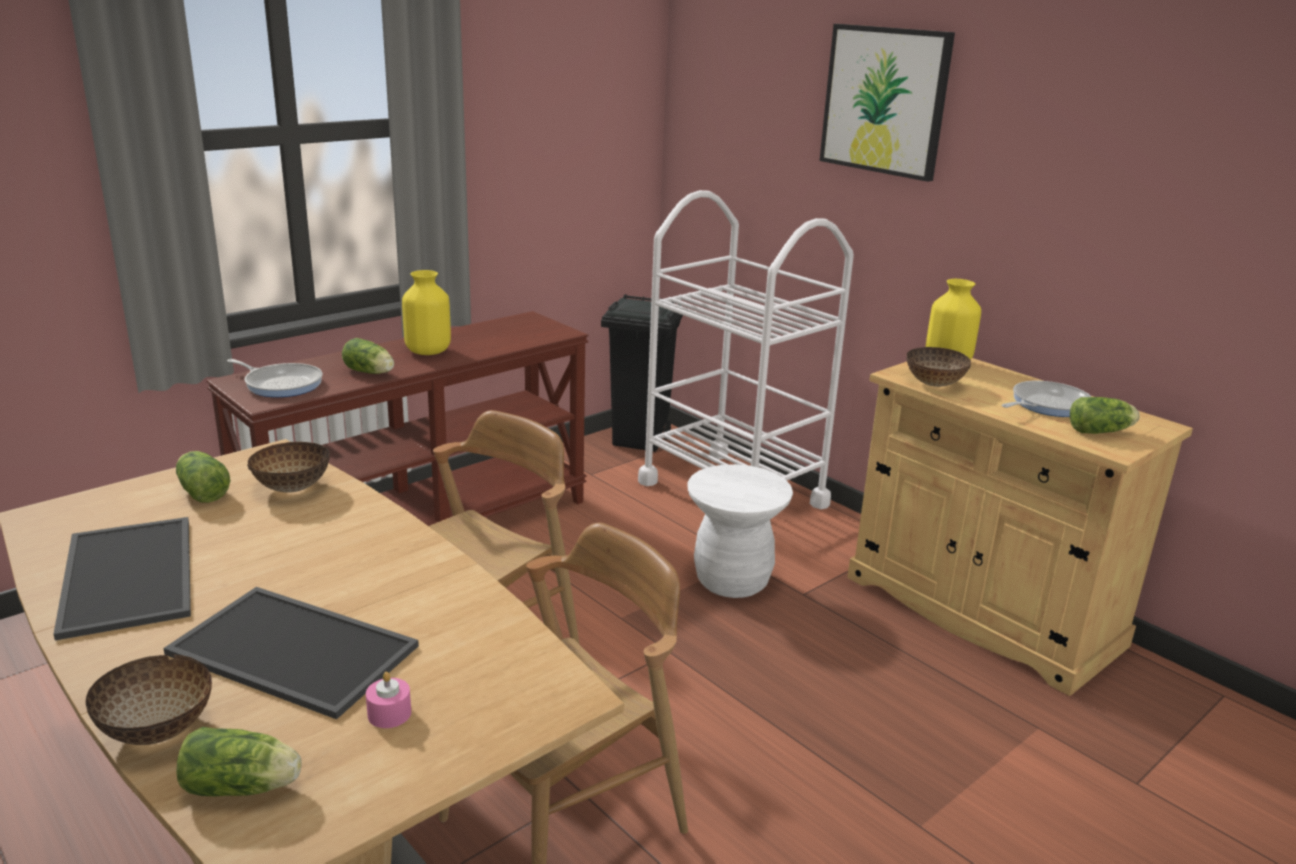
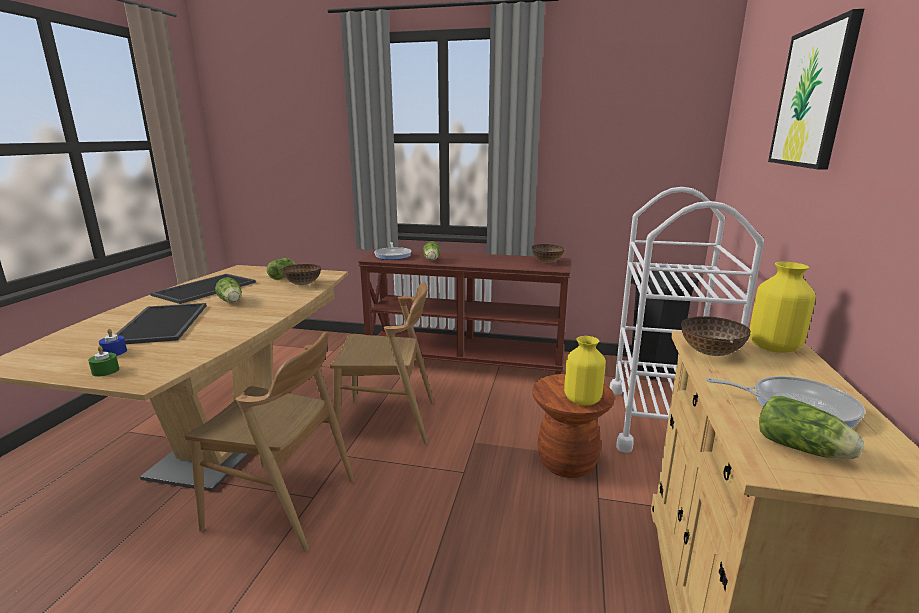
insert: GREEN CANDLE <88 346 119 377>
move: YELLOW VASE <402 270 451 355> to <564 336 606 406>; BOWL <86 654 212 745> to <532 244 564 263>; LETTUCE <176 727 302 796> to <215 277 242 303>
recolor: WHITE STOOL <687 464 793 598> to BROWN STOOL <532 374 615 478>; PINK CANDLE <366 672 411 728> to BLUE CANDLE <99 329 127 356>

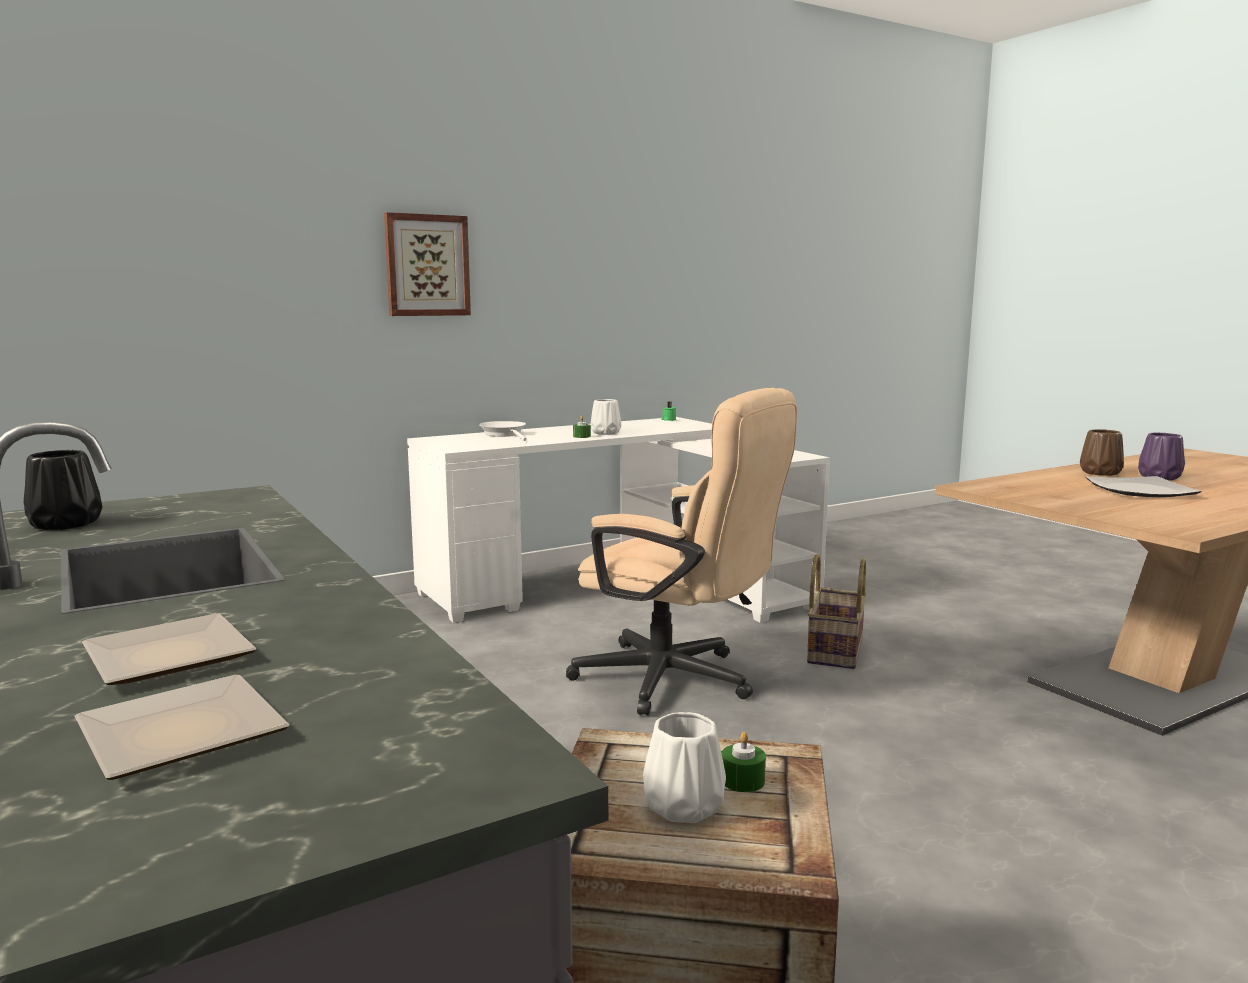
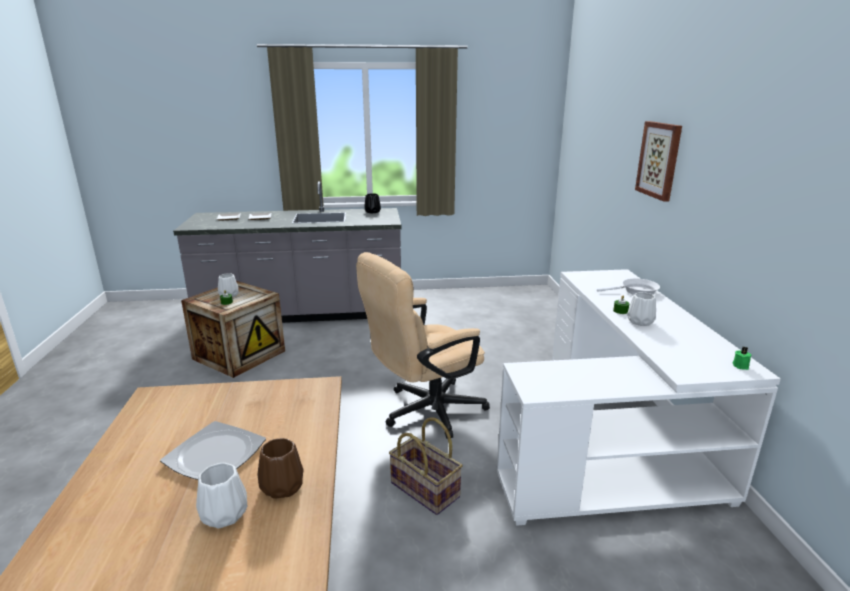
recolor: PURPLE VASE <1138 433 1185 480> to WHITE VASE <196 463 247 529>

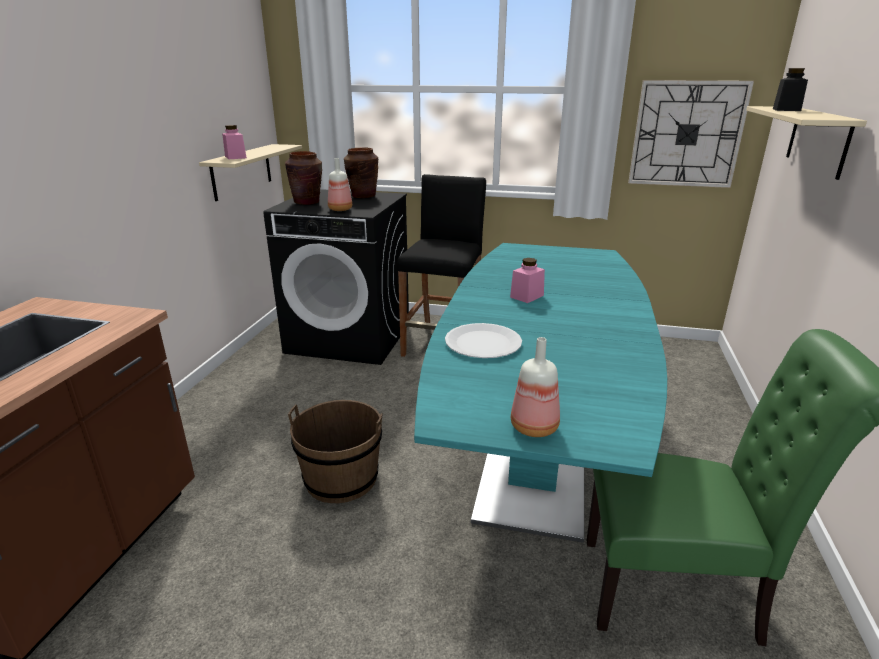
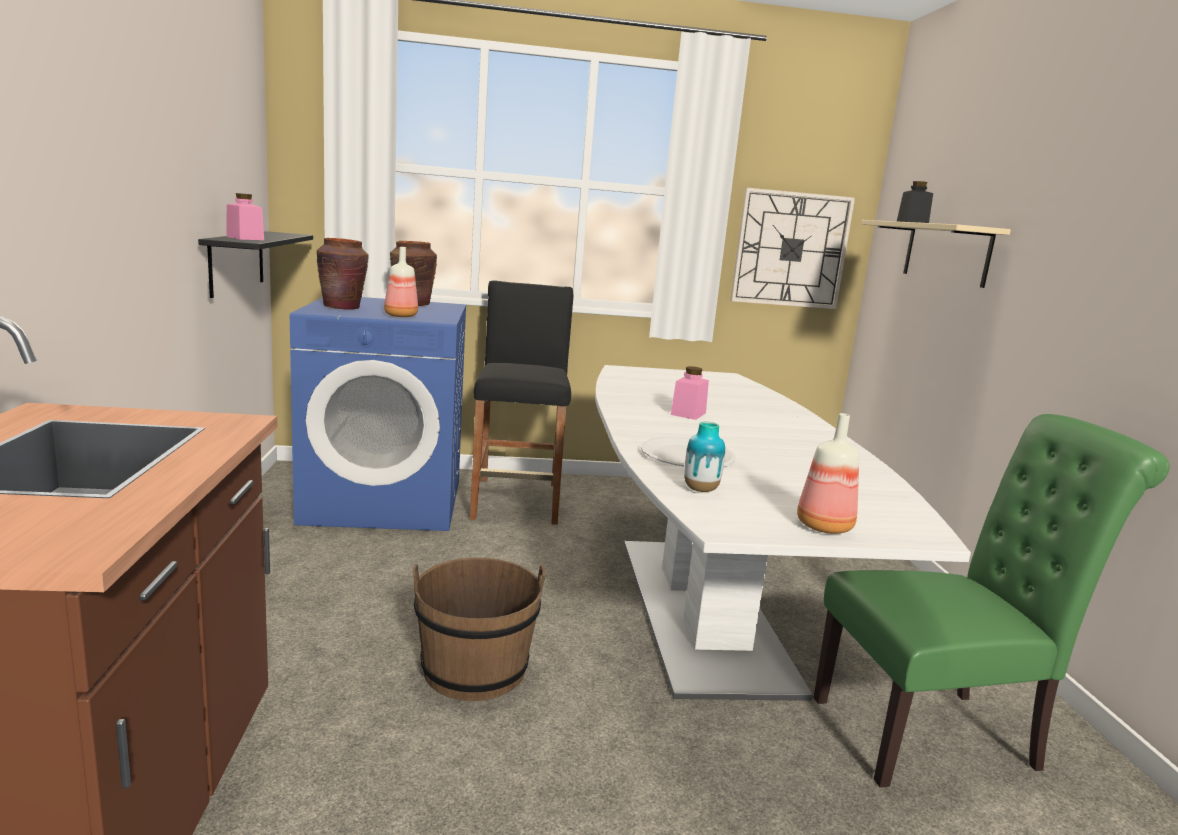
insert: VASE <684 422 725 492>
recolor: BEIGE SHELF <199 144 302 201> to BLACK SHELF <198 231 313 298>; BLACK WASHING MACHINE <263 189 409 365> to BLUE WASHING MACHINE <290 297 466 531>; TURQUOISE DINING TABLE <414 243 667 543> to WHITE DINING TABLE <595 365 971 701>

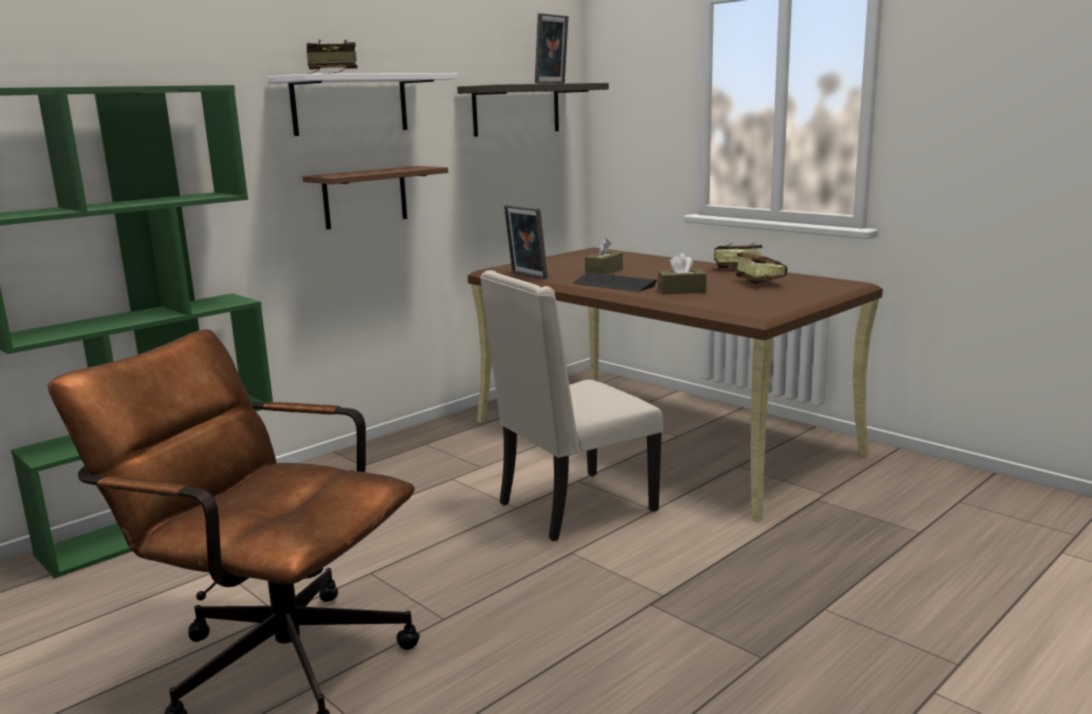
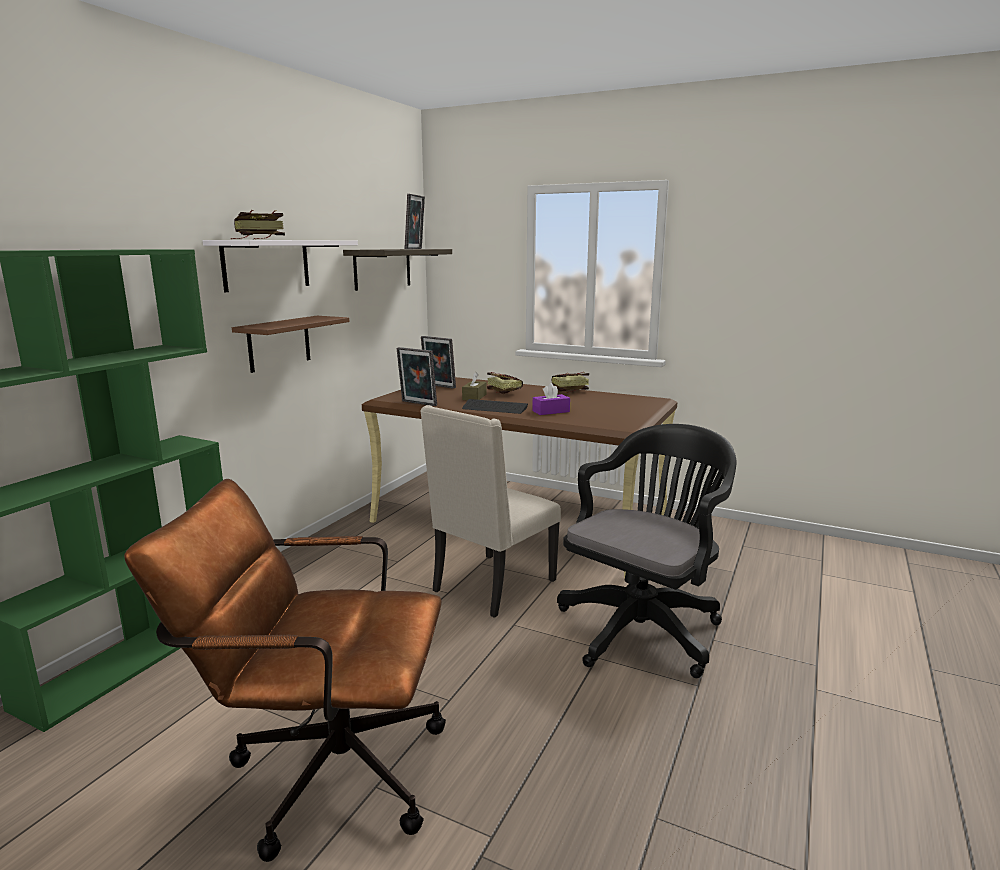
insert: PICTURE FRAME <421 336 456 389>; BLACK OFFICE CHAIR <557 424 736 678>
move: BOOK <736 252 787 284> to <487 372 523 394>
recolor: BROWN TISSUE BOX <658 253 707 294> to PURPLE TISSUE BOX <532 383 570 415>

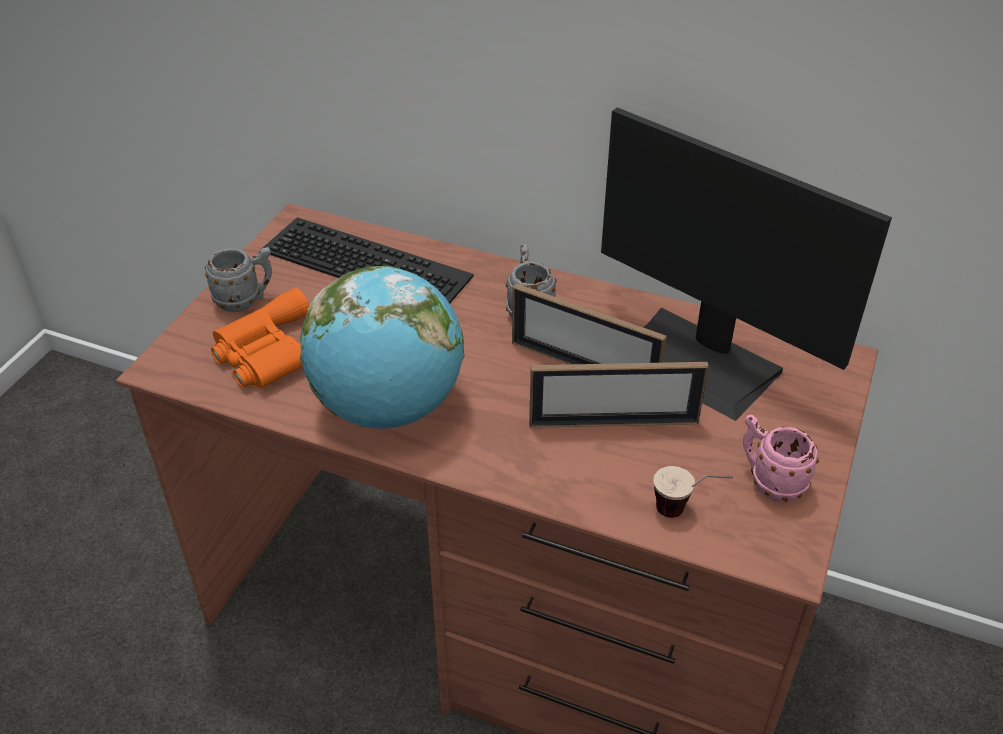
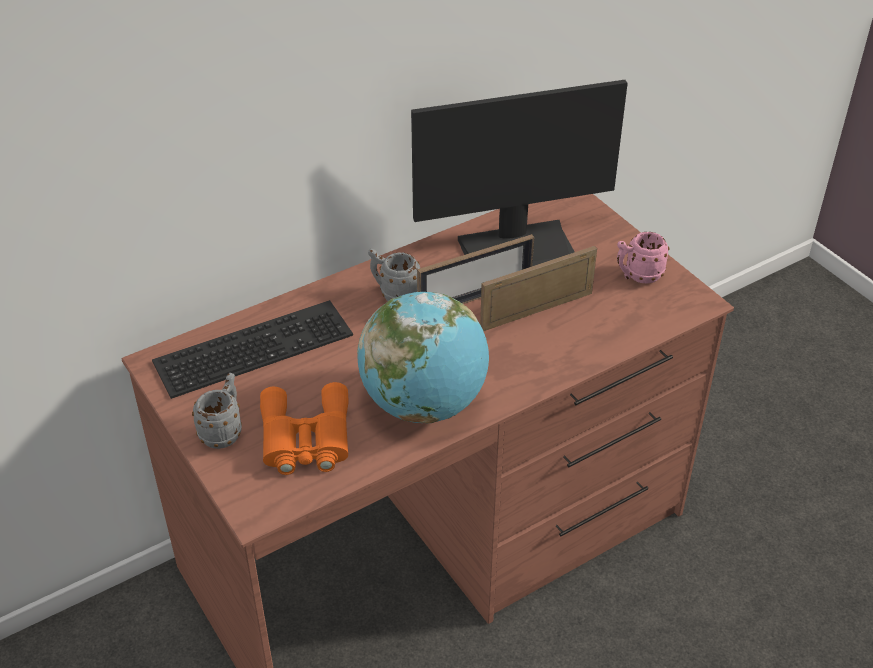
delete: CUP <653 466 733 518>
rotate: PICTURE FRAME <529 362 709 428> = <480 246 597 331> 150 degrees counterclockwise

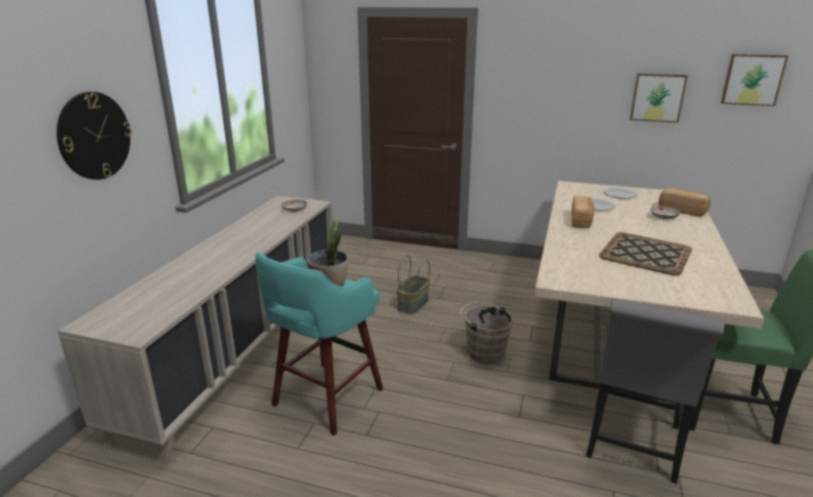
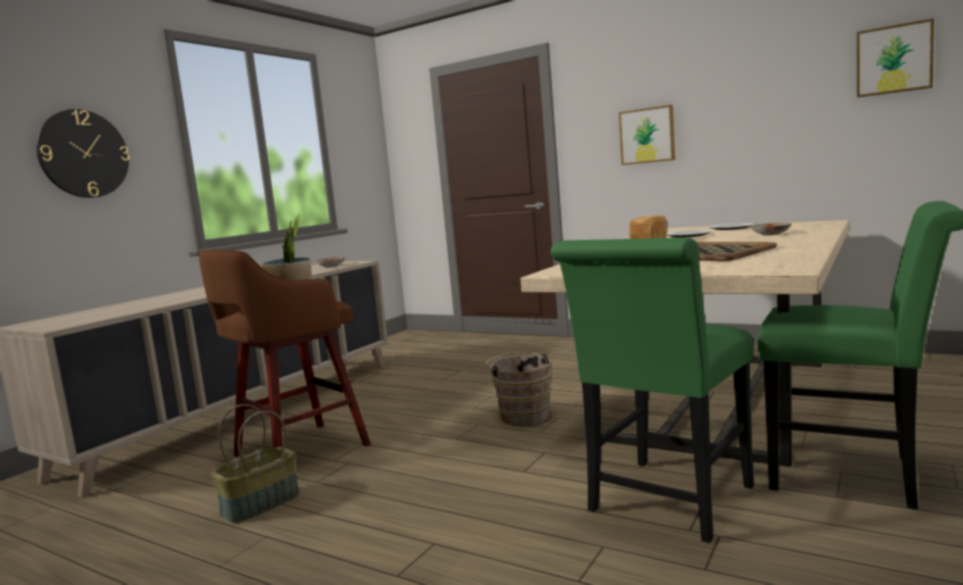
delete: BREAD <658 188 711 217>
move: PICTURE <630 73 688 123> to <619 105 675 165>; BASKET <397 255 430 315> to <211 404 300 523>
recolor: TURQUOISE STOOL <255 253 383 436> to BROWN STOOL <199 250 371 457>; GREY CHAIR <586 298 724 484> to GREEN CHAIR <551 238 754 543>

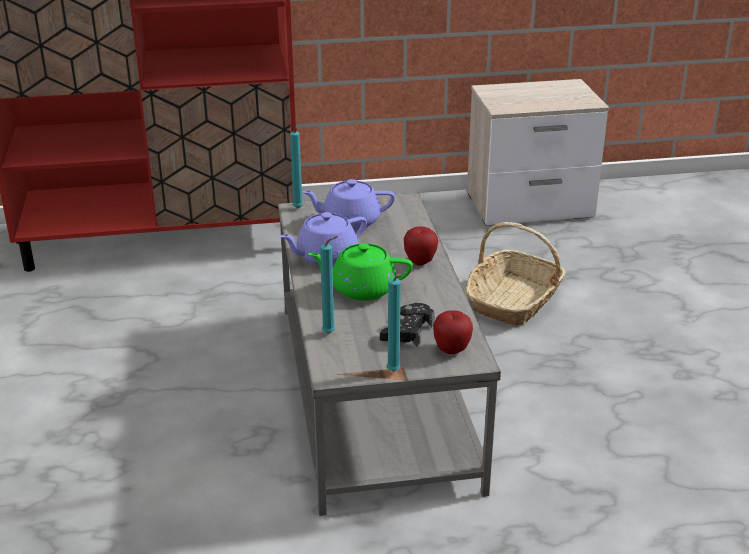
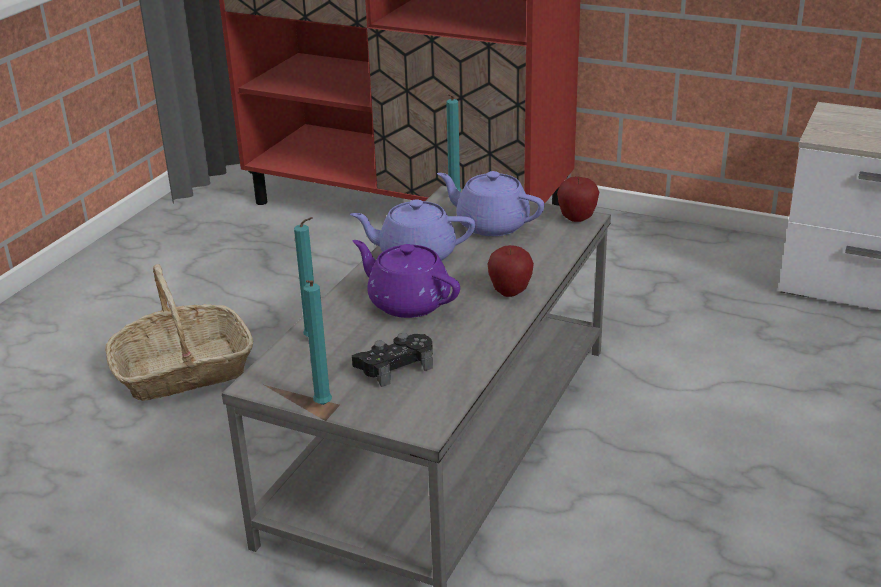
move: BASKET <466 222 566 325> to <105 264 253 401>; APPLE <433 310 473 354> to <557 177 599 222>
recolor: GREEN TEAPOT <308 243 413 301> to PURPLE TEAPOT <353 240 460 318>

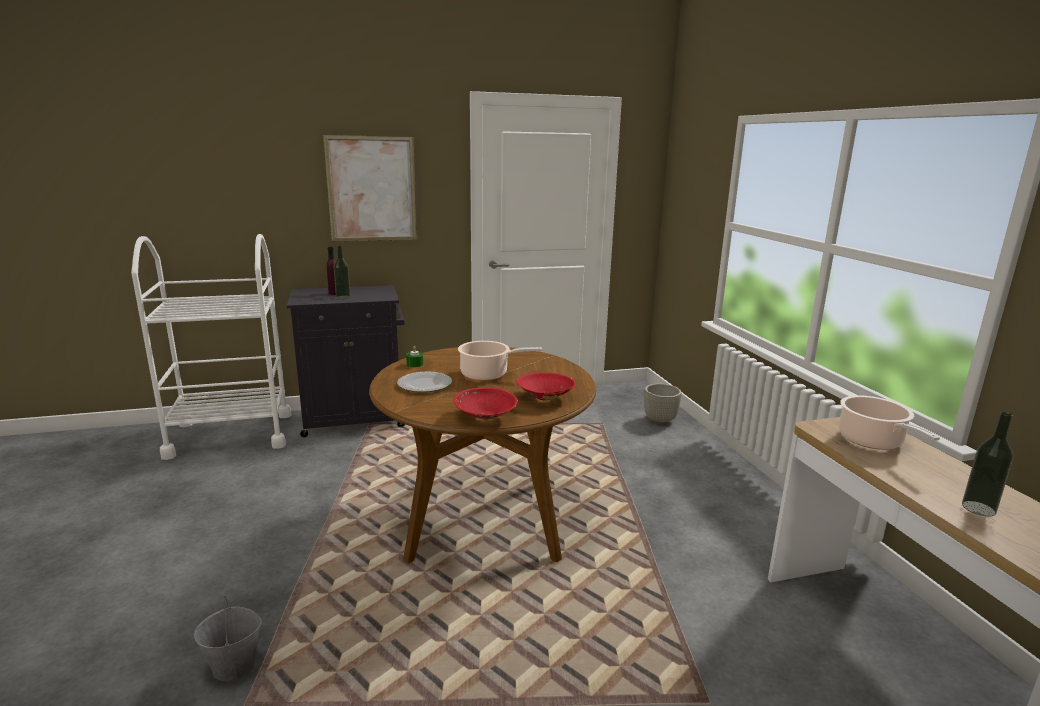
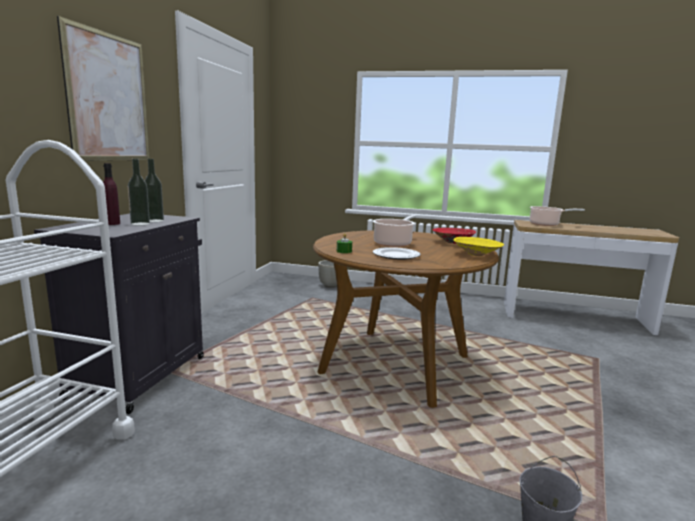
move: BOTTLE <962 412 1013 517> to <144 159 164 222>
recolor: RED BOWL <454 387 518 420> to YELLOW BOWL <453 237 504 256>

